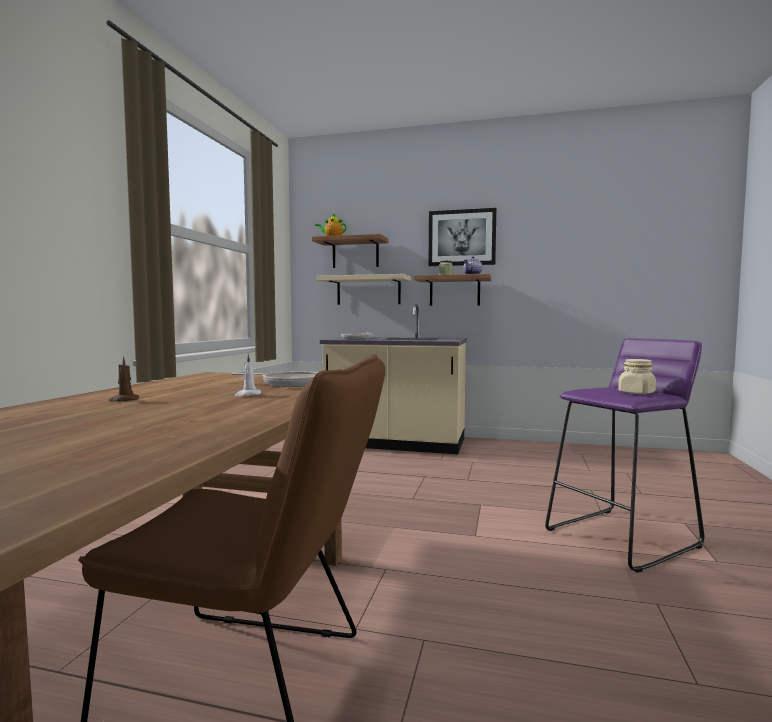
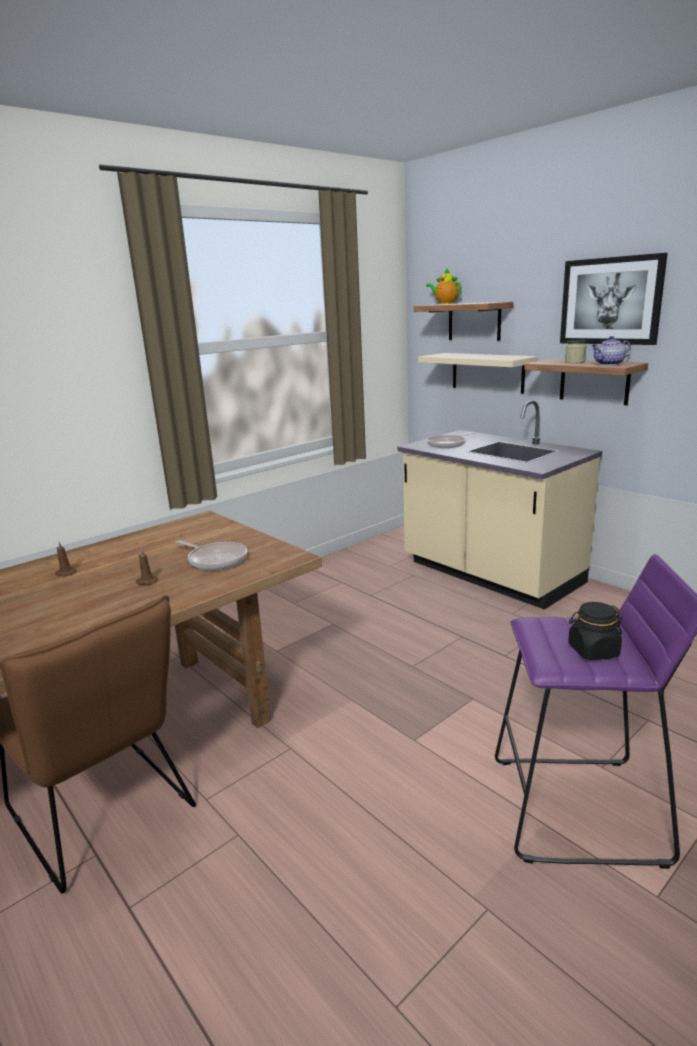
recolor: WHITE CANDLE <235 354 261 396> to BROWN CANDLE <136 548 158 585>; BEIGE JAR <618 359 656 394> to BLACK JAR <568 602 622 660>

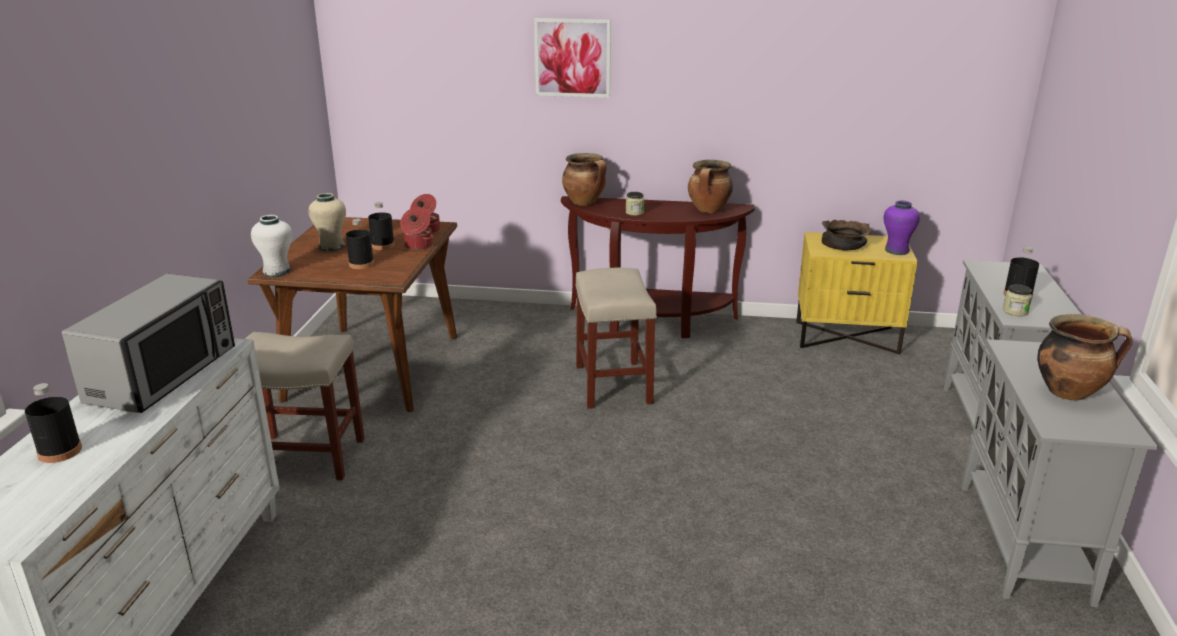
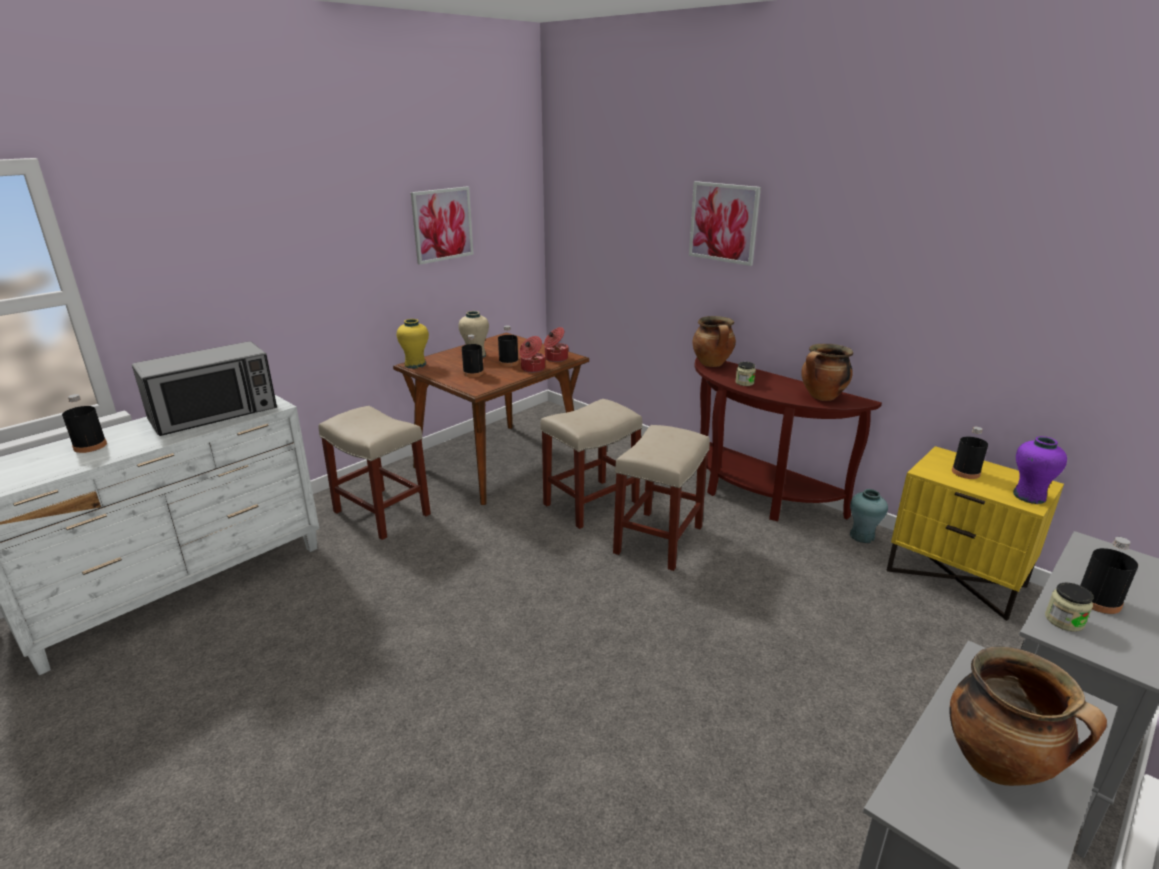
insert: PICTURE <411 187 474 265>; BEIGE STOOL <540 399 642 529>; TURQUOISE VASE <850 489 888 543>
replace: BROWN BOWL <822 220 871 251> to BLACK BOTTLE <952 427 988 479>
recolor: WHITE VASE <251 215 292 277> to YELLOW VASE <397 319 429 369>

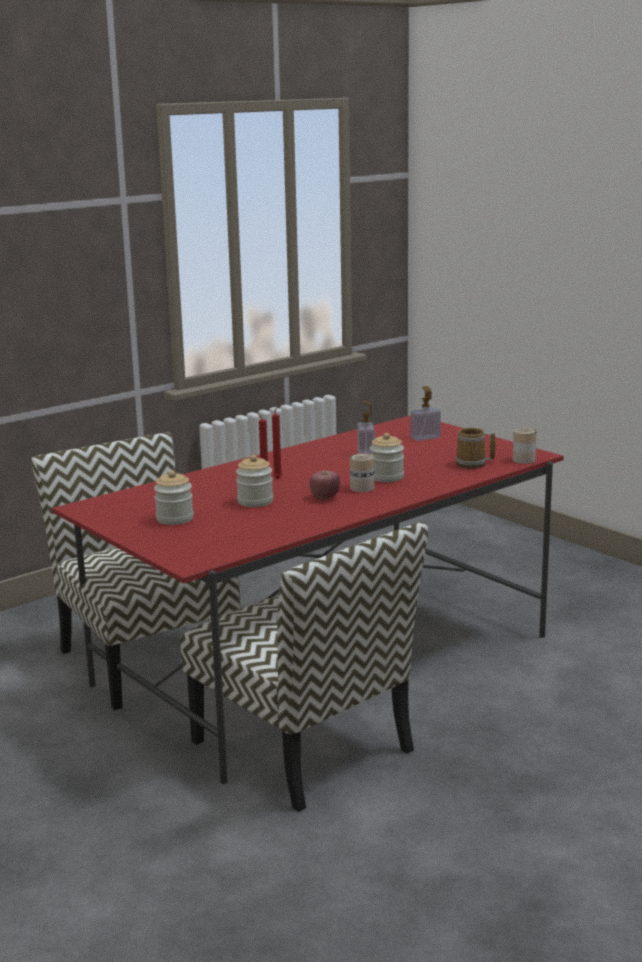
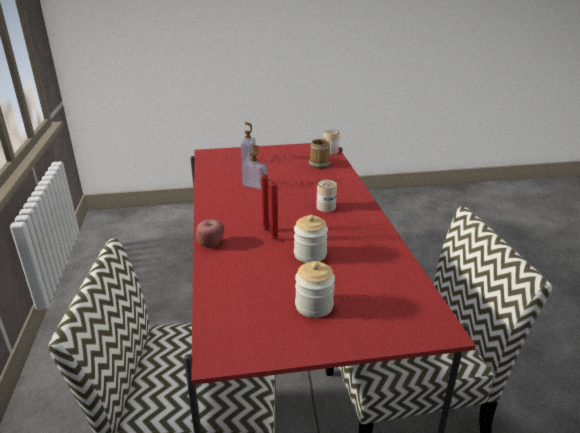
delete: JAR <370 433 404 482>
move: APPLE <309 470 340 500> to <196 219 224 247>

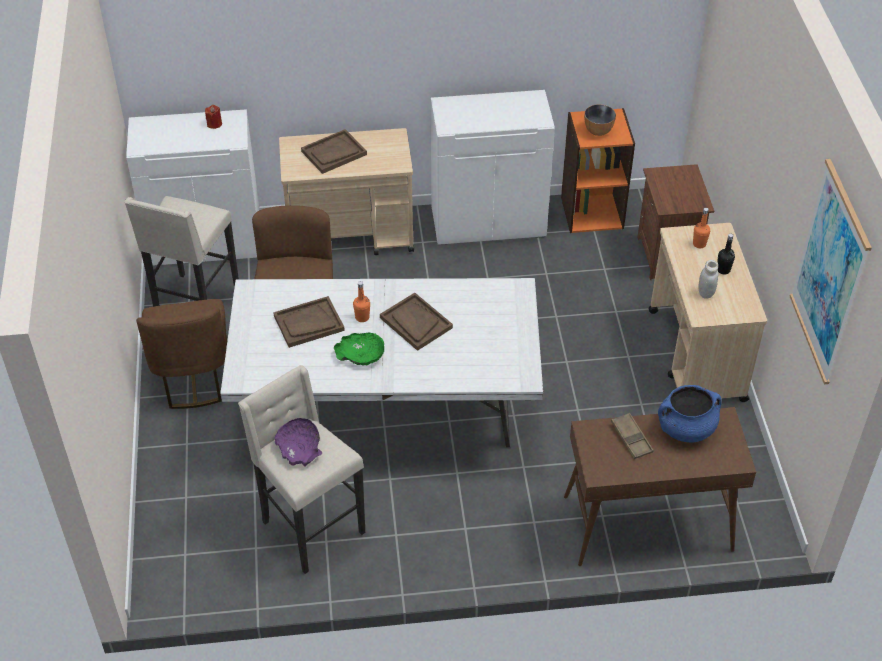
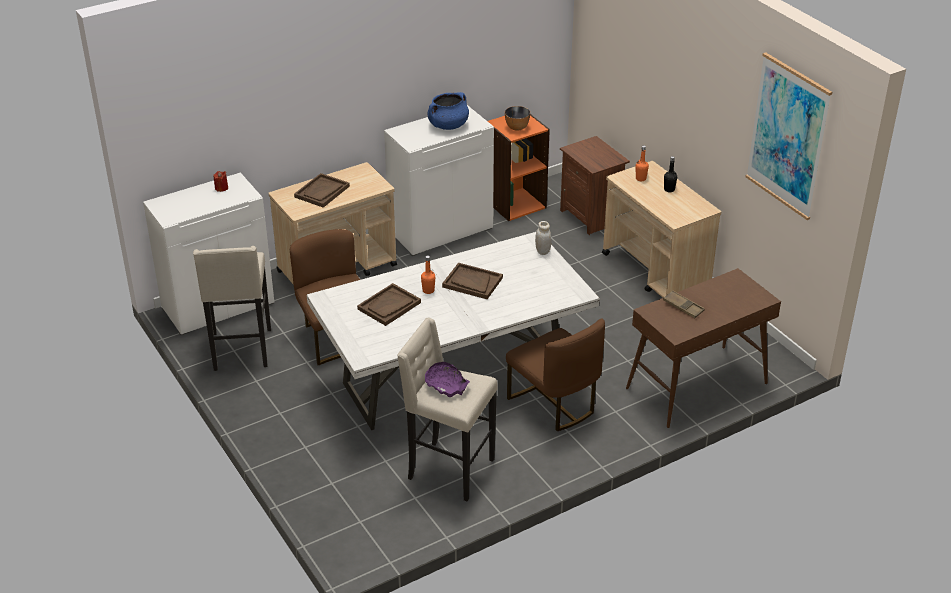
delete: GREEN BOWL <334 332 384 365>
move: WHITE JAR <698 260 718 299> to <535 221 551 255>; BROWN CHAIR <136 299 227 409> to <506 318 605 431>; BLUE COOKING POT <658 385 722 443> to <428 92 469 130>

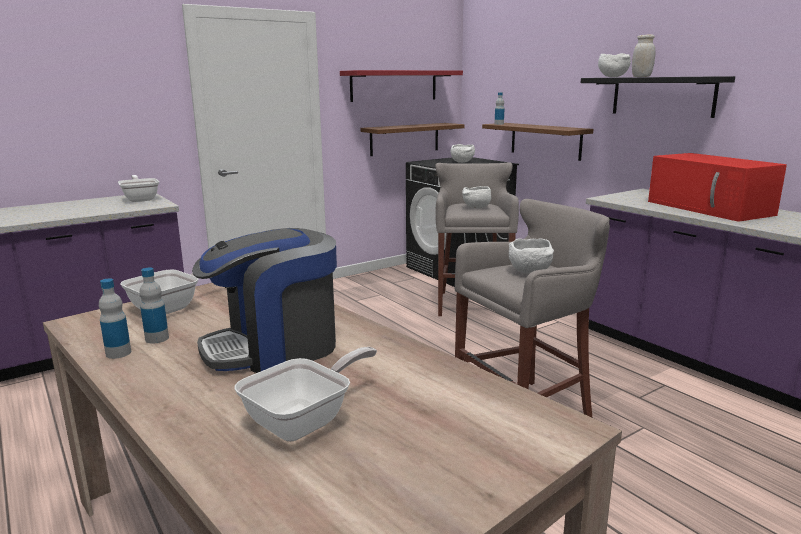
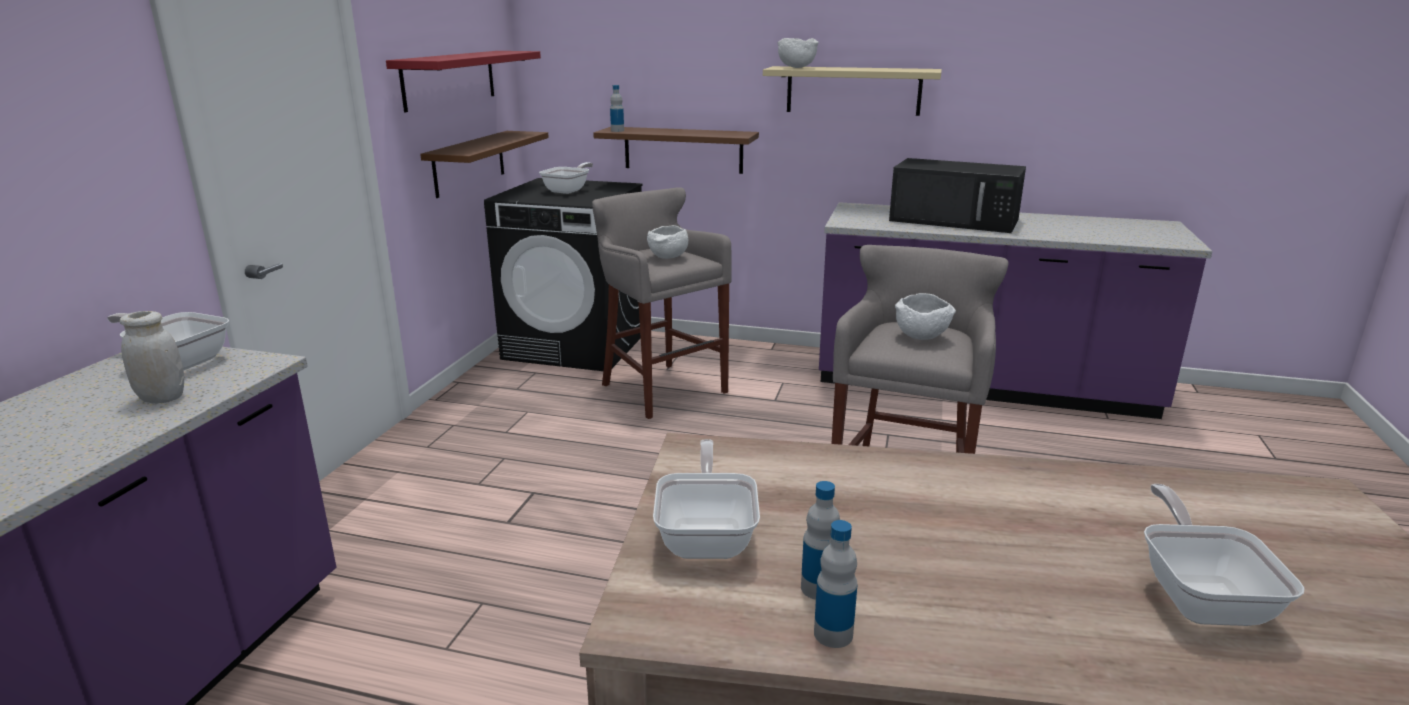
delete: COFFEE MACHINE <192 228 337 373>
move: WHITE JAR <632 34 656 77> to <120 311 184 404>
replace: WHITE BOWL <450 144 475 163> to FRYING PAN <539 162 593 194>
recolor: BLACK SHELF <581 76 735 118> to BEIGE SHELF <763 66 942 116>; RED MICROWAVE <648 153 787 222> to BLACK MICROWAVE <889 158 1026 233>

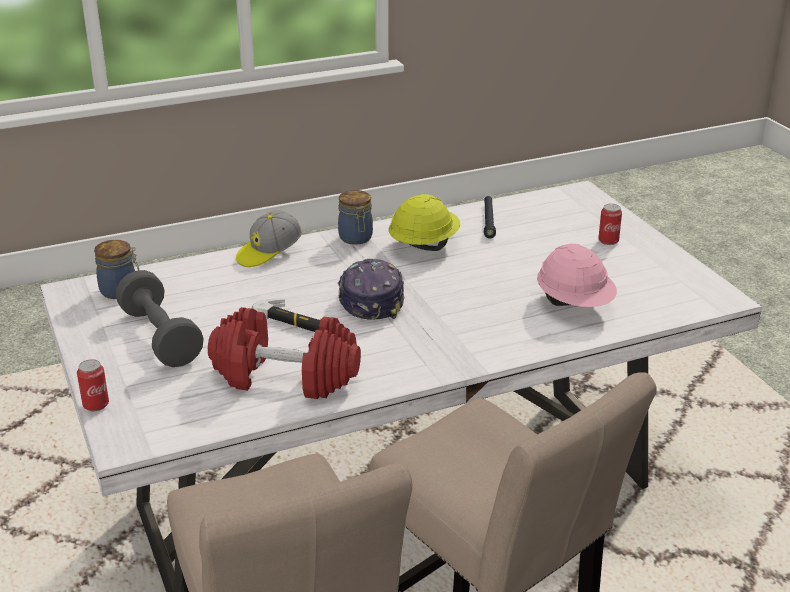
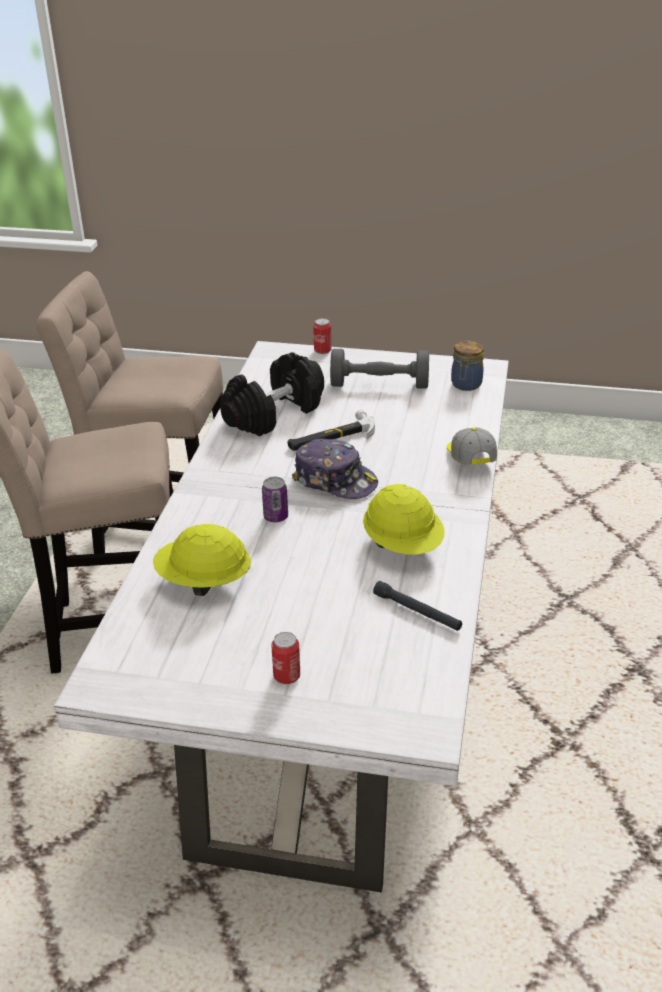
delete: JAR <338 190 373 245>
insert: CAN <262 477 288 522>
recolor: PINK HARD HAT <537 244 617 307> to YELLOW HARD HAT <153 524 251 596>; RED DUMBBELL <208 307 361 399> to BLACK DUMBBELL <220 352 324 436>

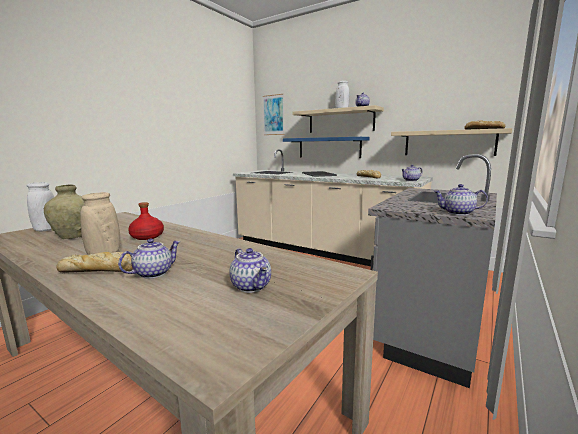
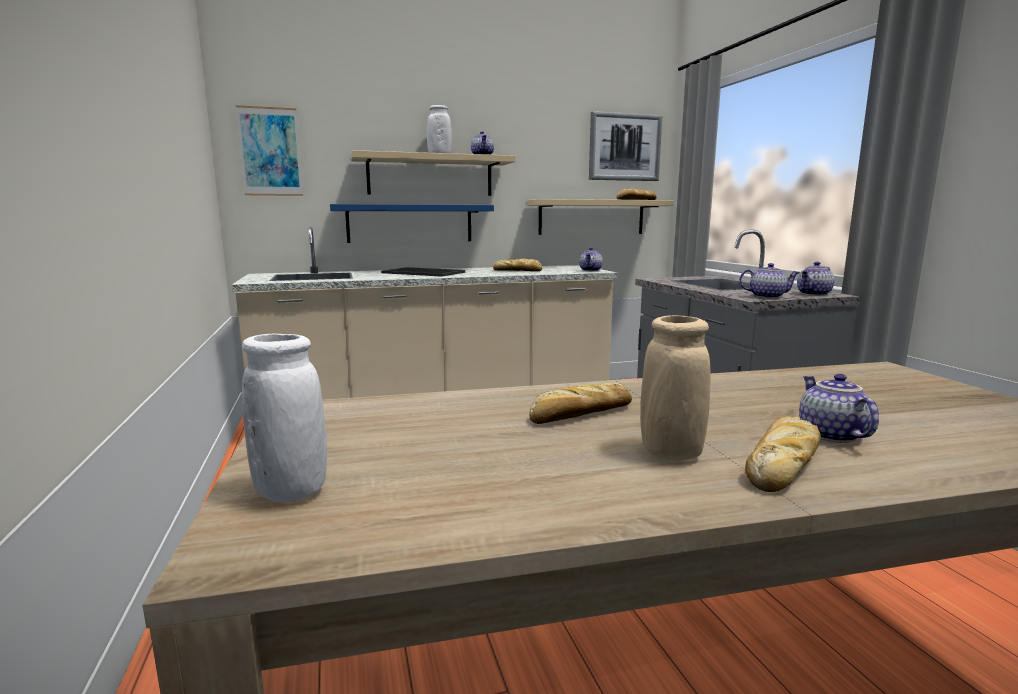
delete: BEIGE VASE <44 185 84 239>
insert: PICTURE <589 111 662 181>
move: TEAPOT <229 248 271 293> to <739 263 800 298>
replace: RED BOTTLE <128 202 164 240> to BREAD <529 382 632 424>

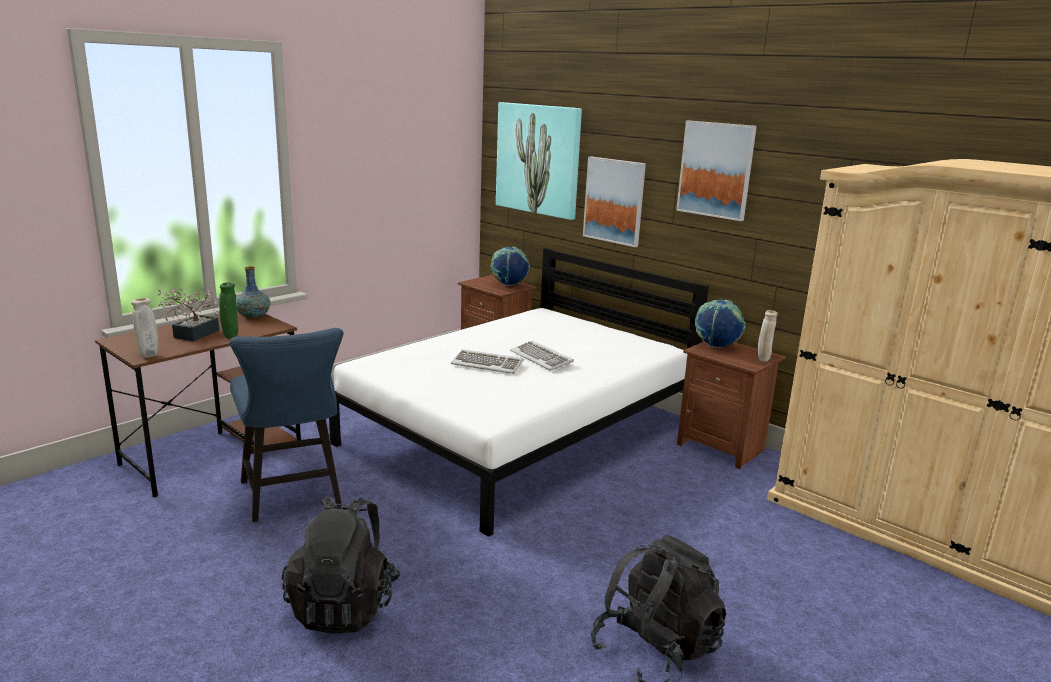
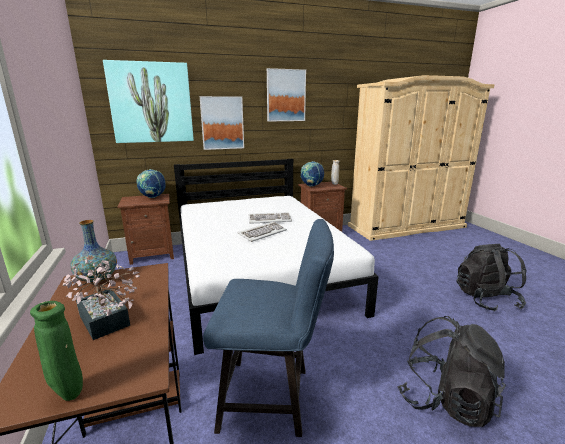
delete: BEIGE VASE <131 298 158 358>
move: GREEN VASE <219 282 238 338> to <30 301 83 401>

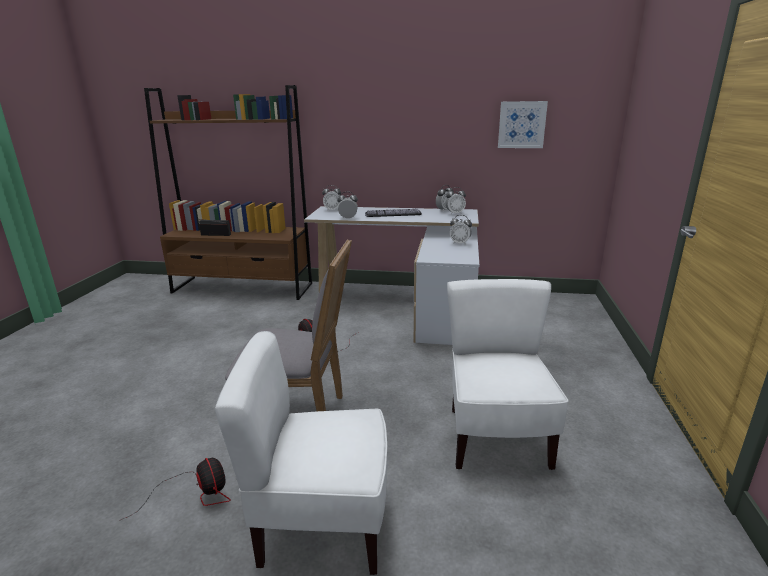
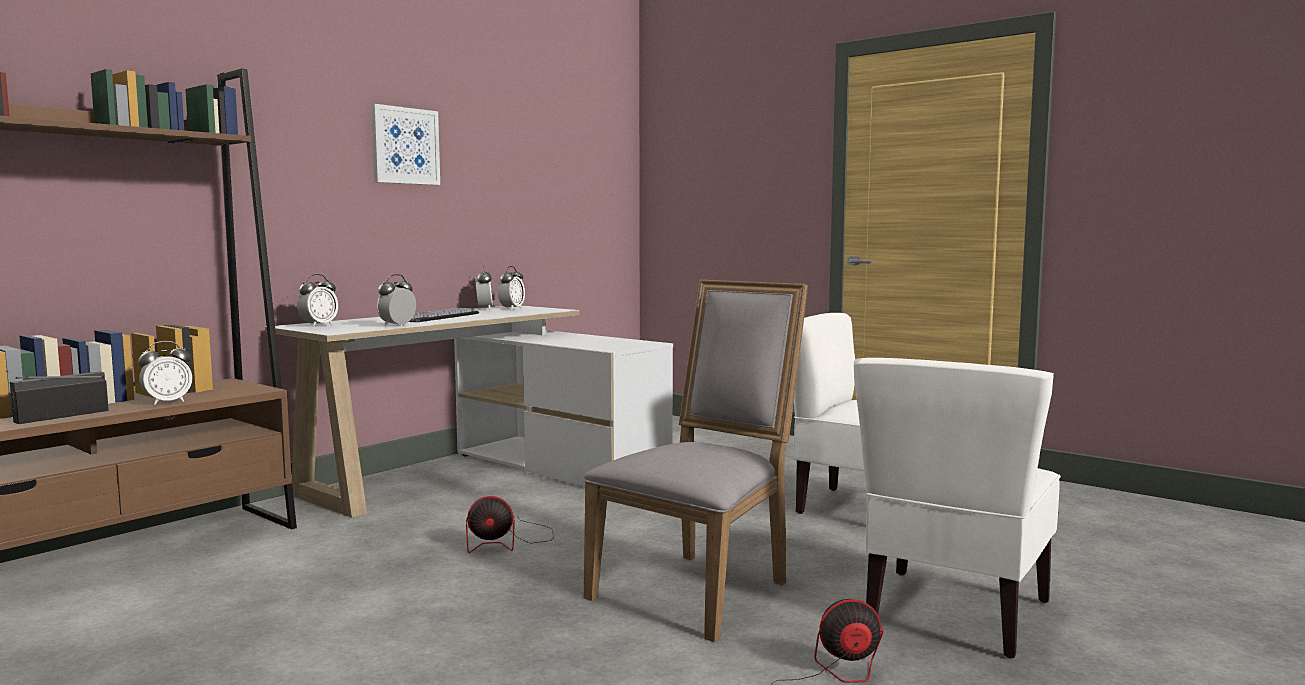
move: PICTURE <498 101 548 148> to <371 104 440 185>; ALARM CLOCK <450 215 472 245> to <138 341 192 405>

